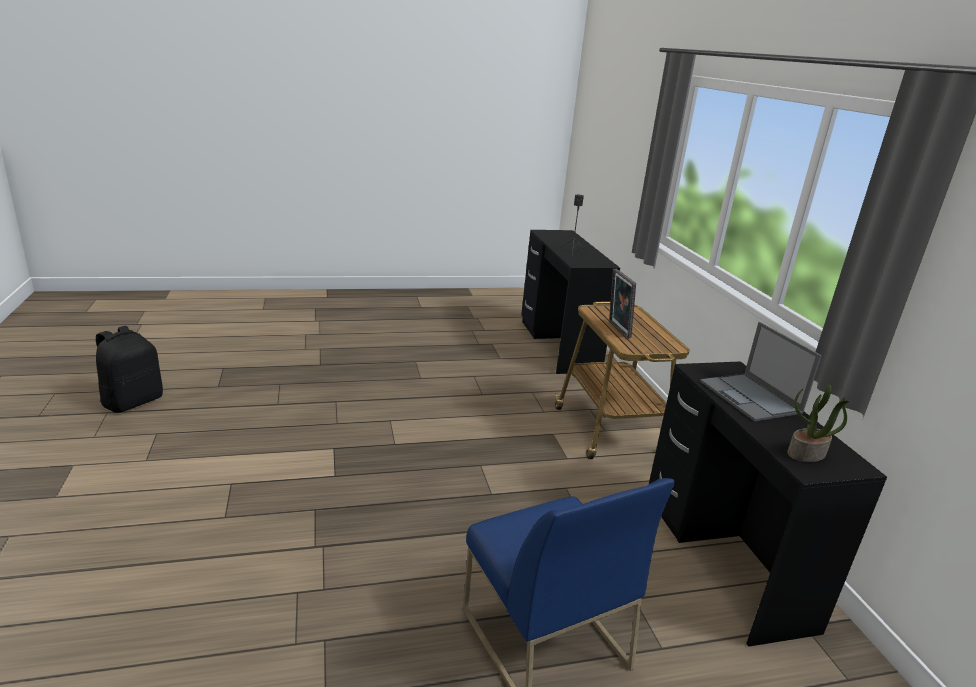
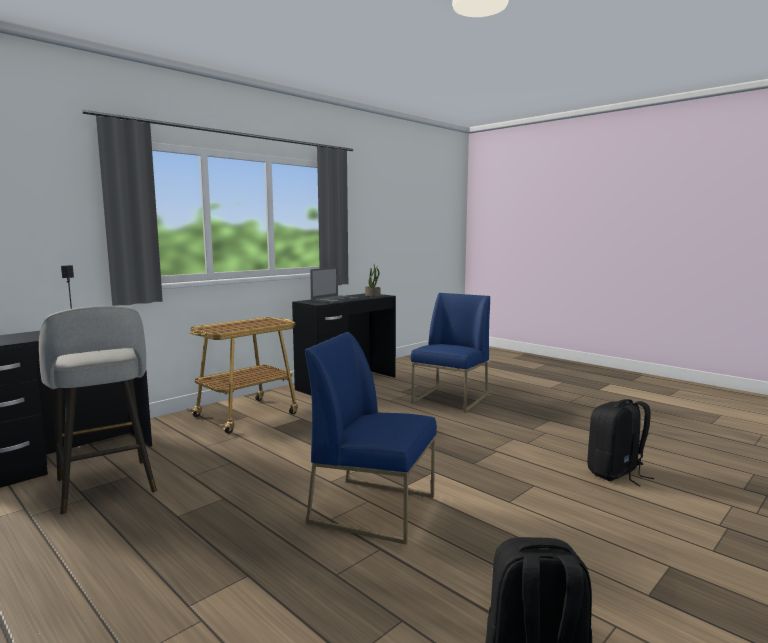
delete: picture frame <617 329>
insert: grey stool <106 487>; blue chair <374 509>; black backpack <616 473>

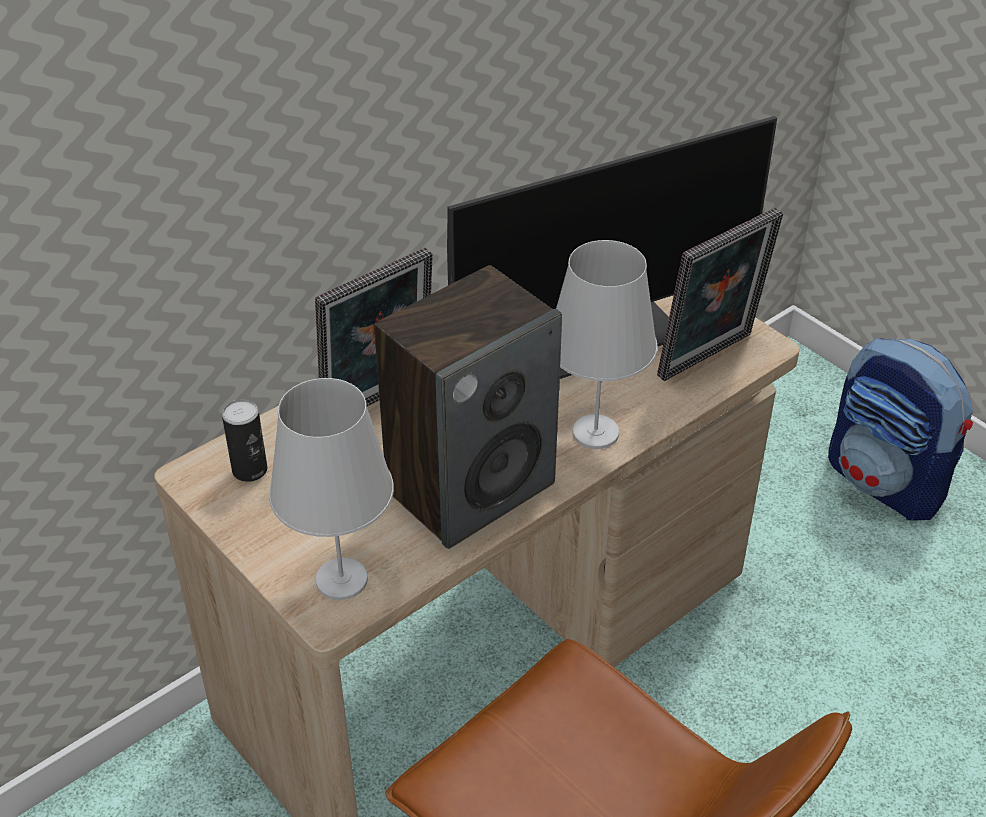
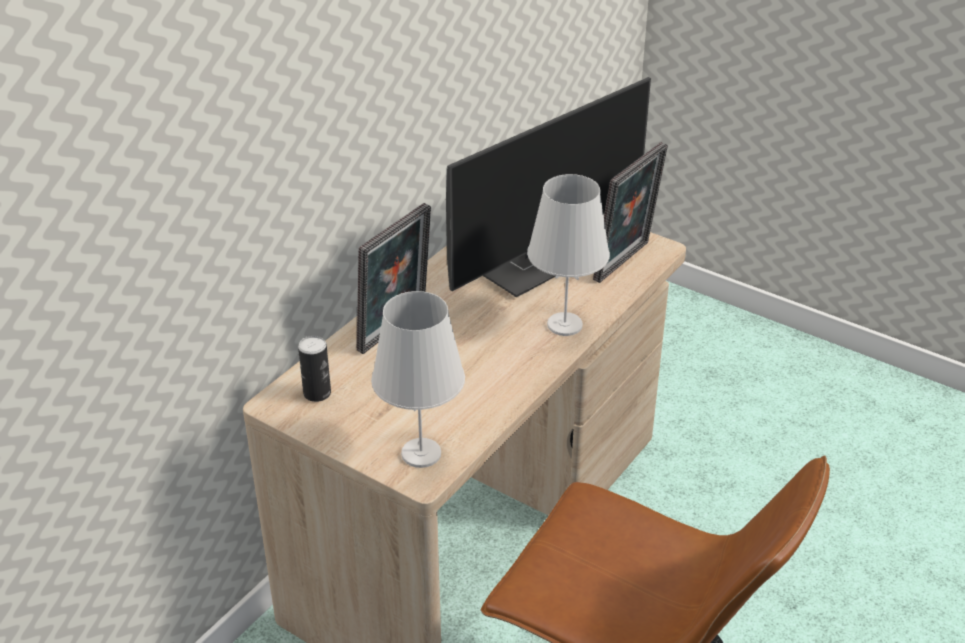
delete: speaker <471 487>; backpack <886 482>

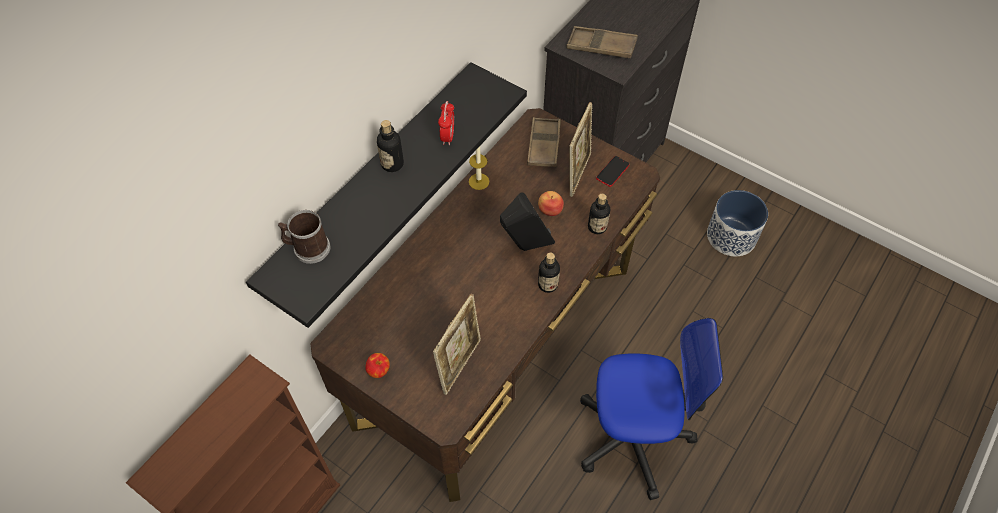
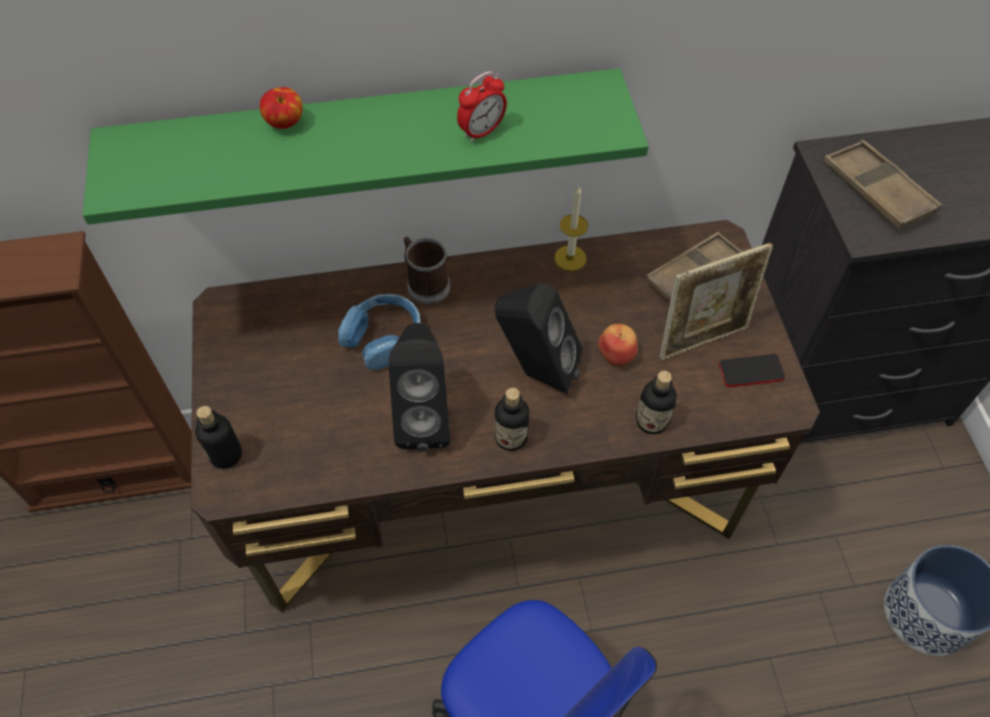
delete: picture frame <460 364>
insert: blue headphones <383 338>; black speaker <424 418>
move: bottle <392 164> to <226 455>; mug <308 248> to <425 283>; apple <379 370> to <285 123>
recolor: black shelf <372 183> to green shelf <368 137>

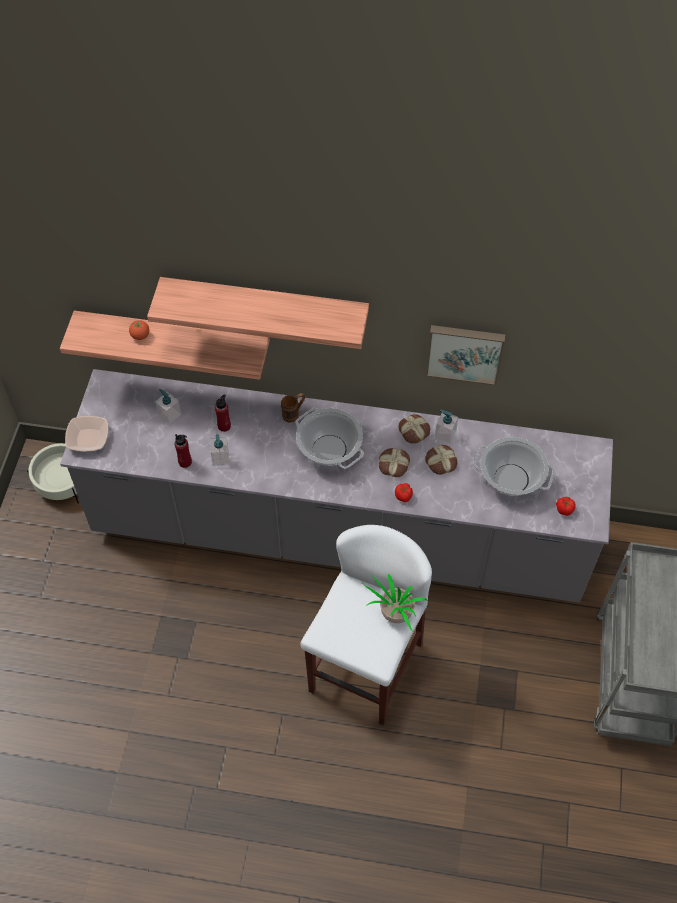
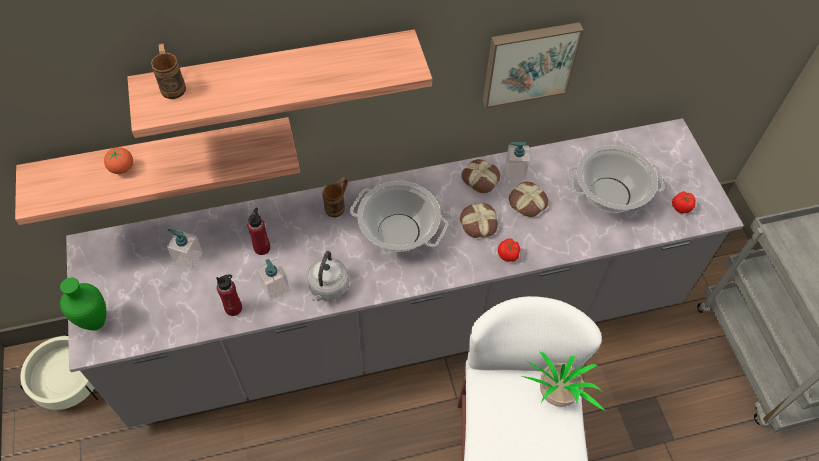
insert: brown mug <173 85>; grey kettle <328 288>
replace: bowl <88 438> to green vase <95 323>

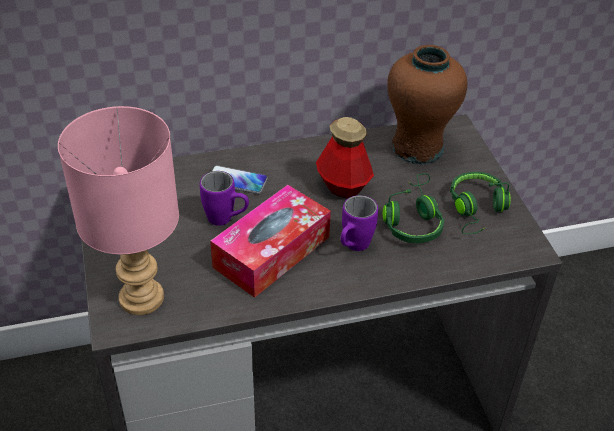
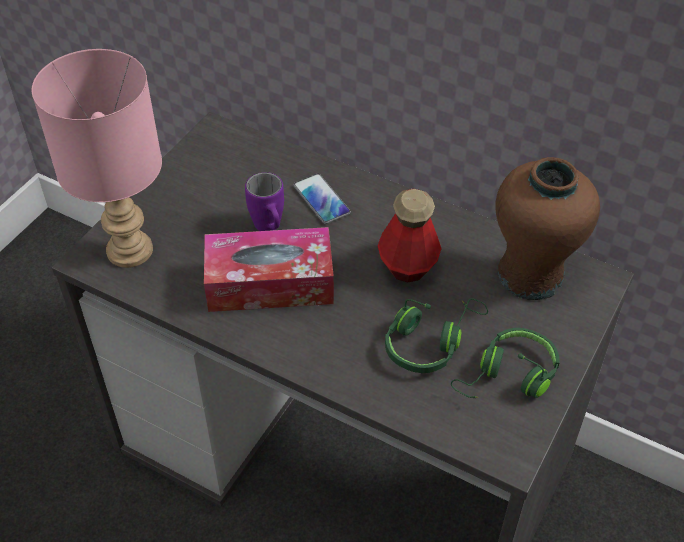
delete: purple mug <353 247>

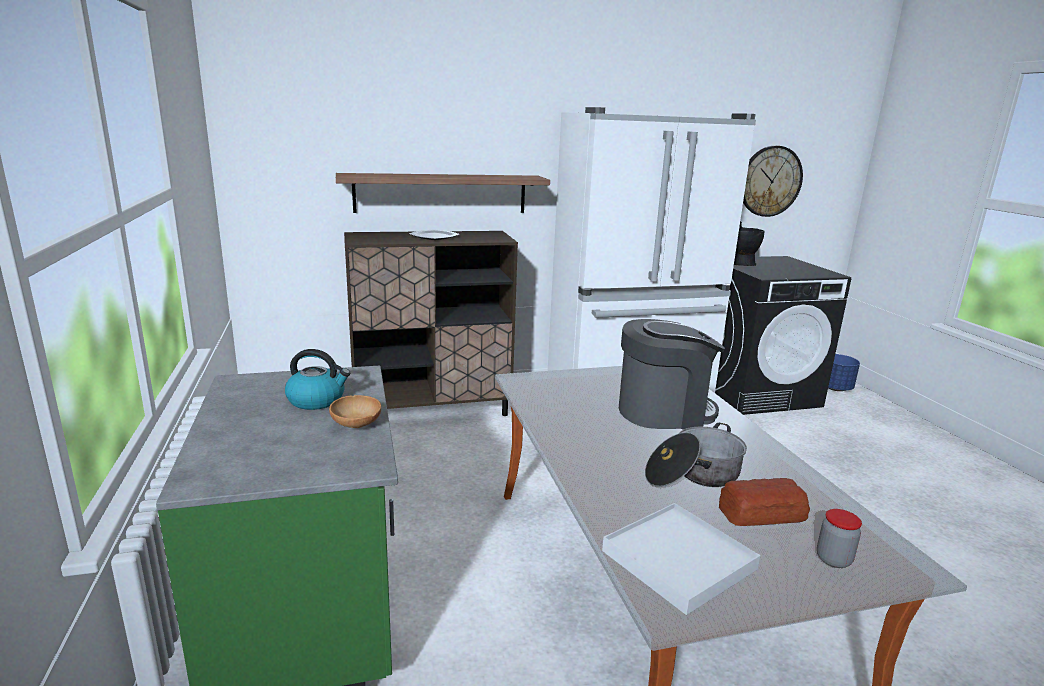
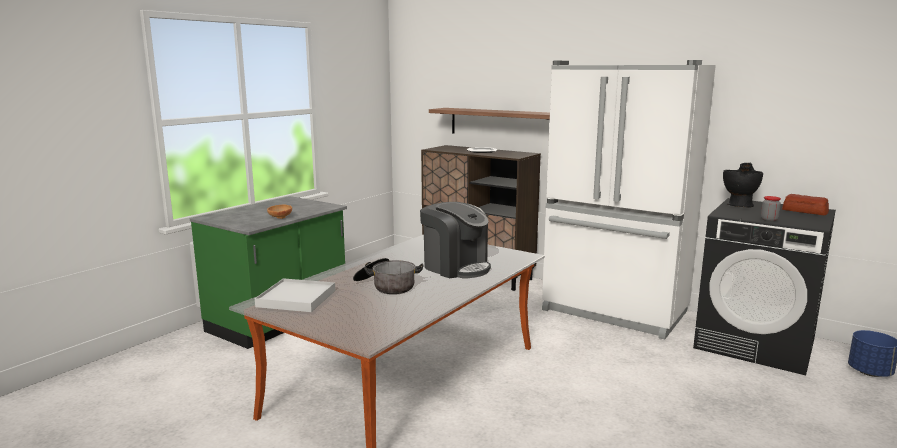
delete: wall clock <770 181>; kettle <317 400>
move: bread <763 513> to <805 211>; jar <833 559> to <769 220>

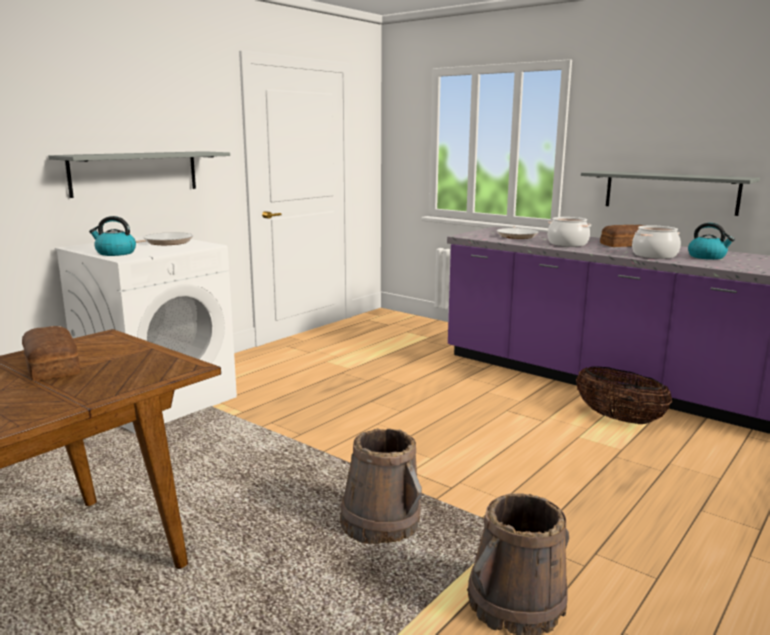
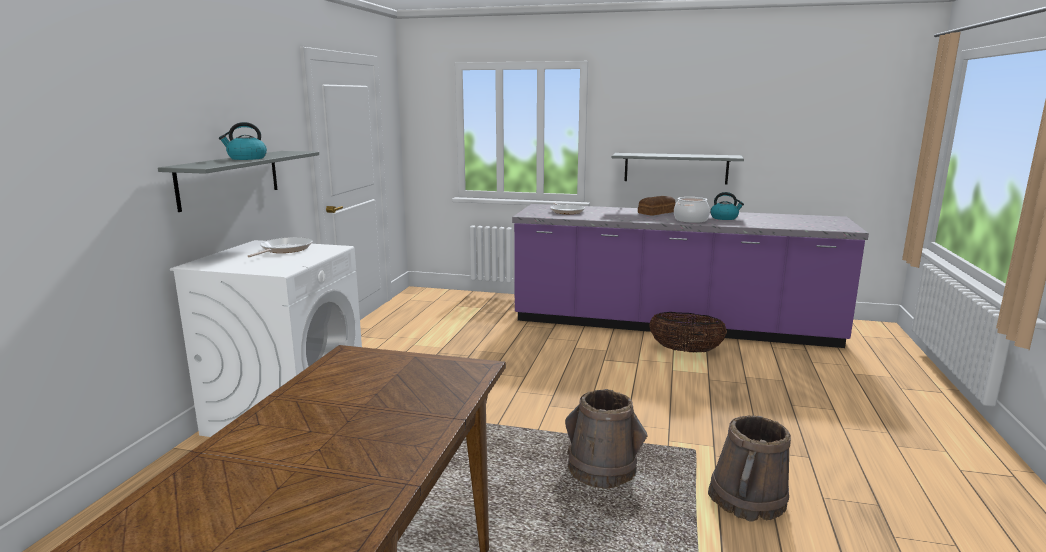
delete: cooking pot <567 244>; bread <50 367>
move: kettle <115 253> to <246 158>

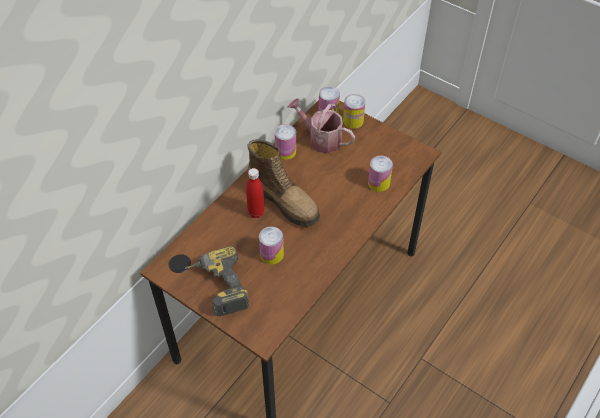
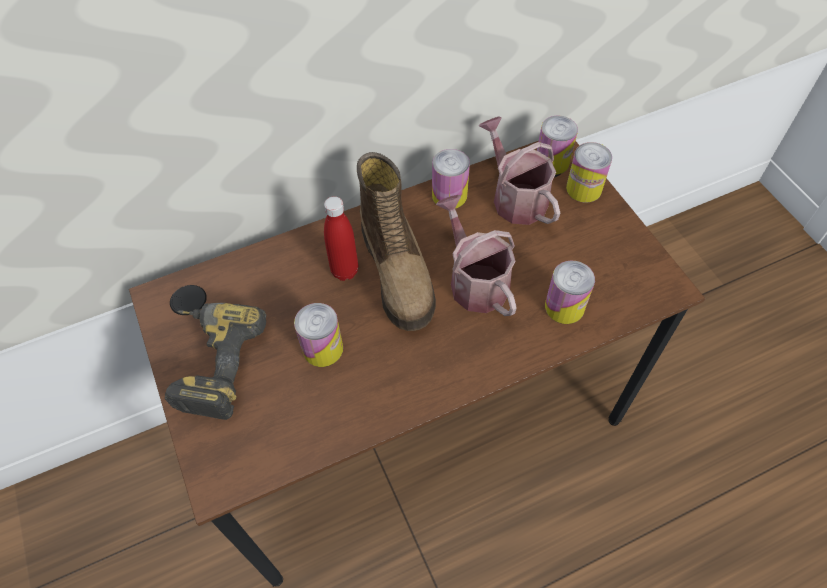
insert: watering can <475 280>

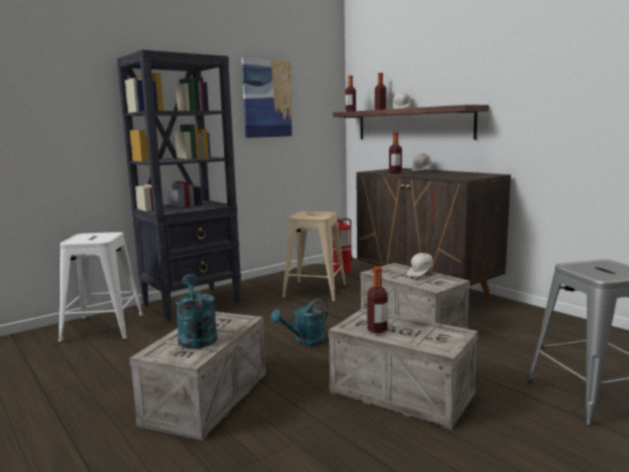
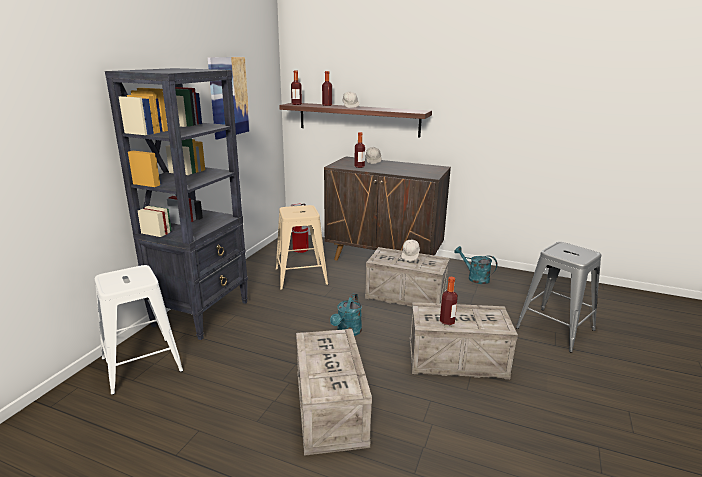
move: turquoise watering can <196 336> to <474 278>

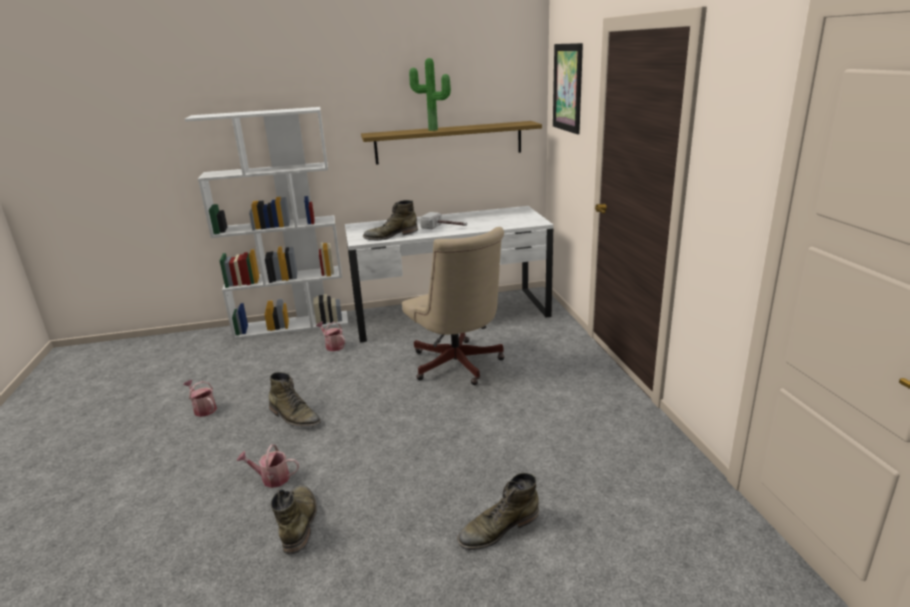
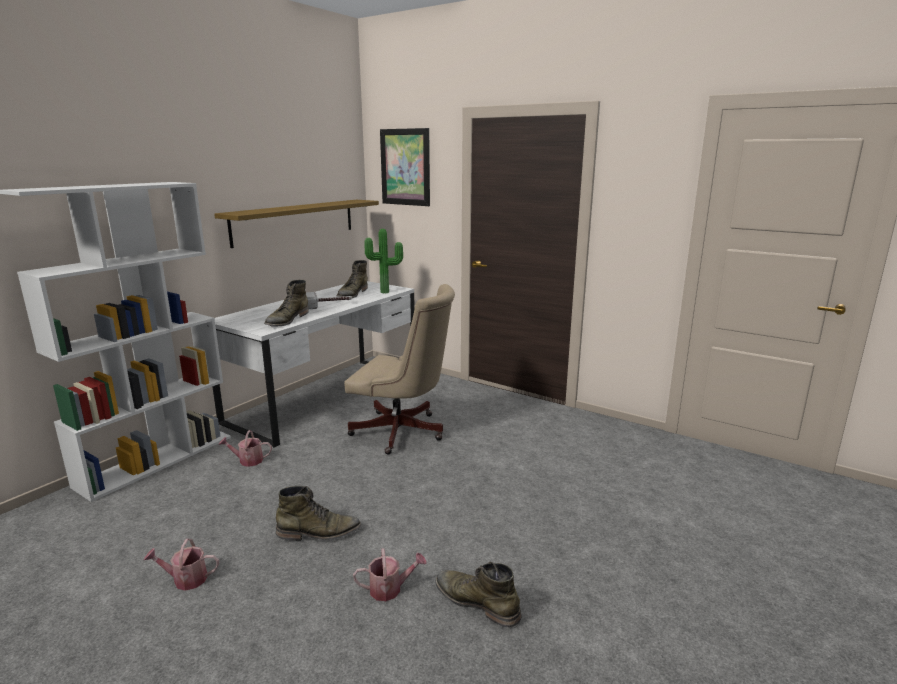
move: potted plant <432 130> to <385 292>; green boot <498 529> to <352 294>
rotate: watering can <271 478> = <390 589> 150 degrees counterclockwise

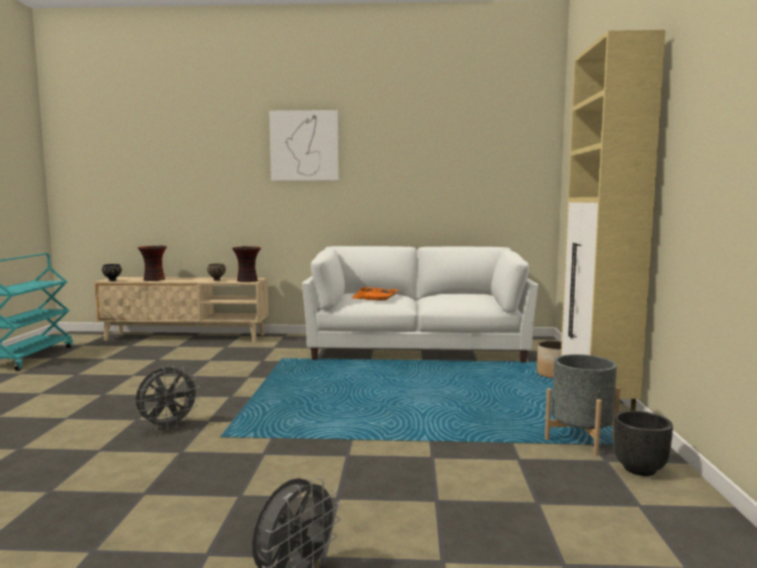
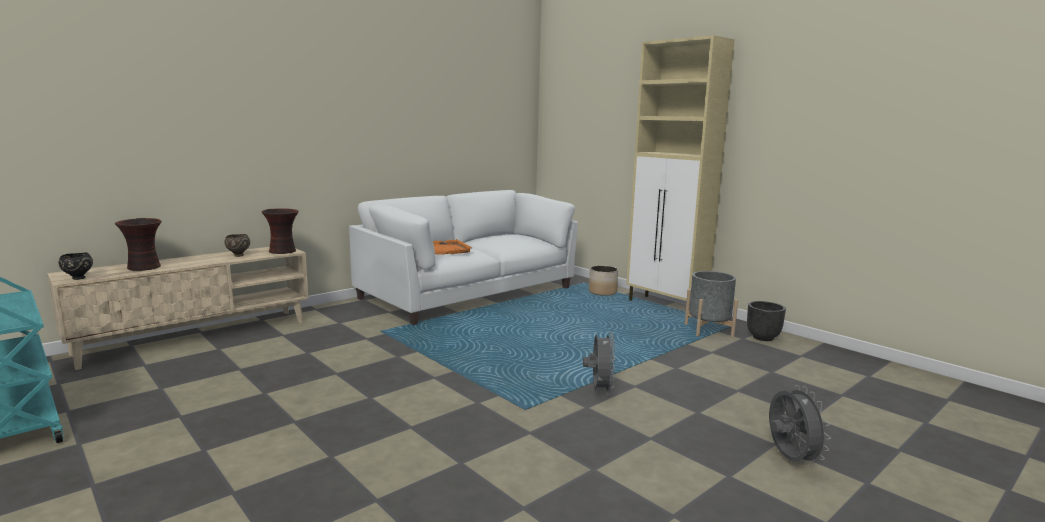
delete: picture <304 146>
move: grey fan <168 426> to <599 391>

